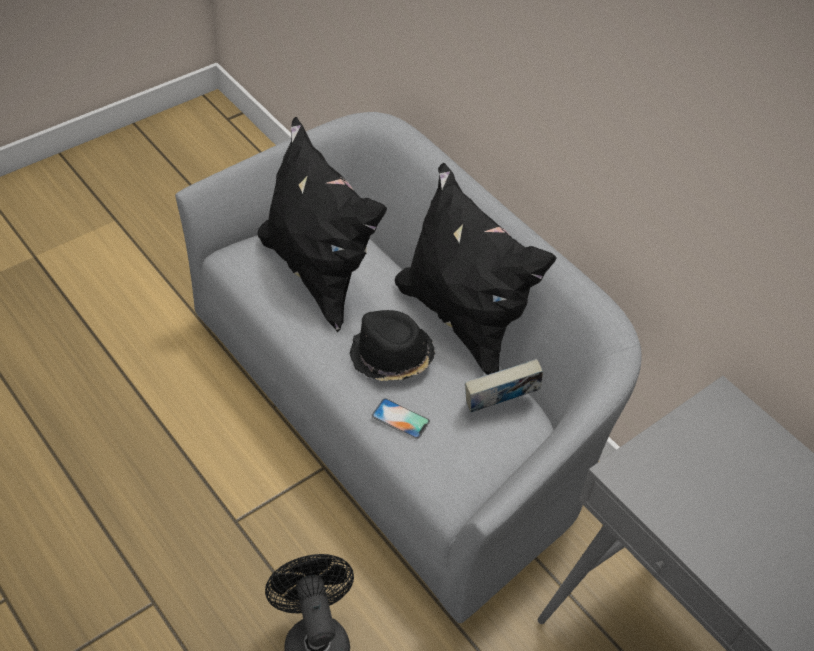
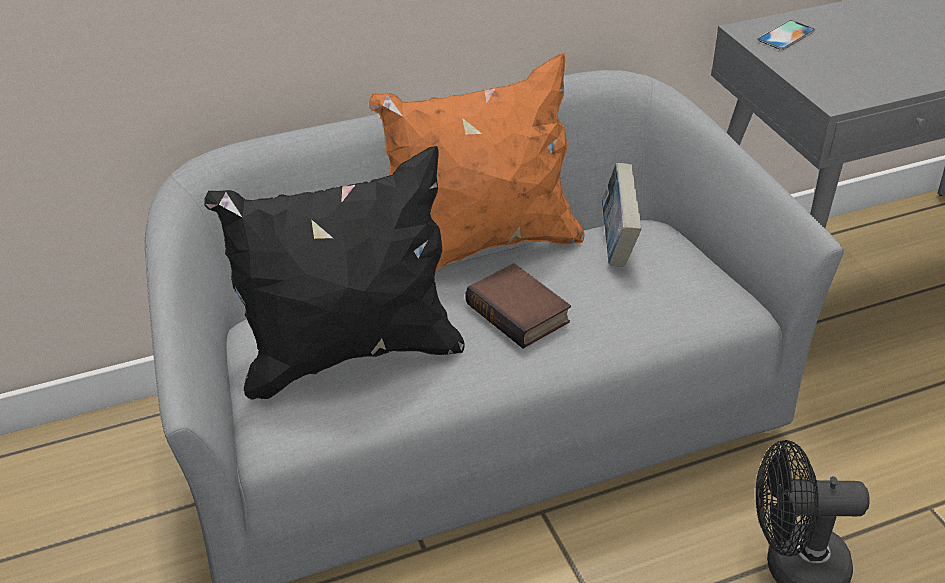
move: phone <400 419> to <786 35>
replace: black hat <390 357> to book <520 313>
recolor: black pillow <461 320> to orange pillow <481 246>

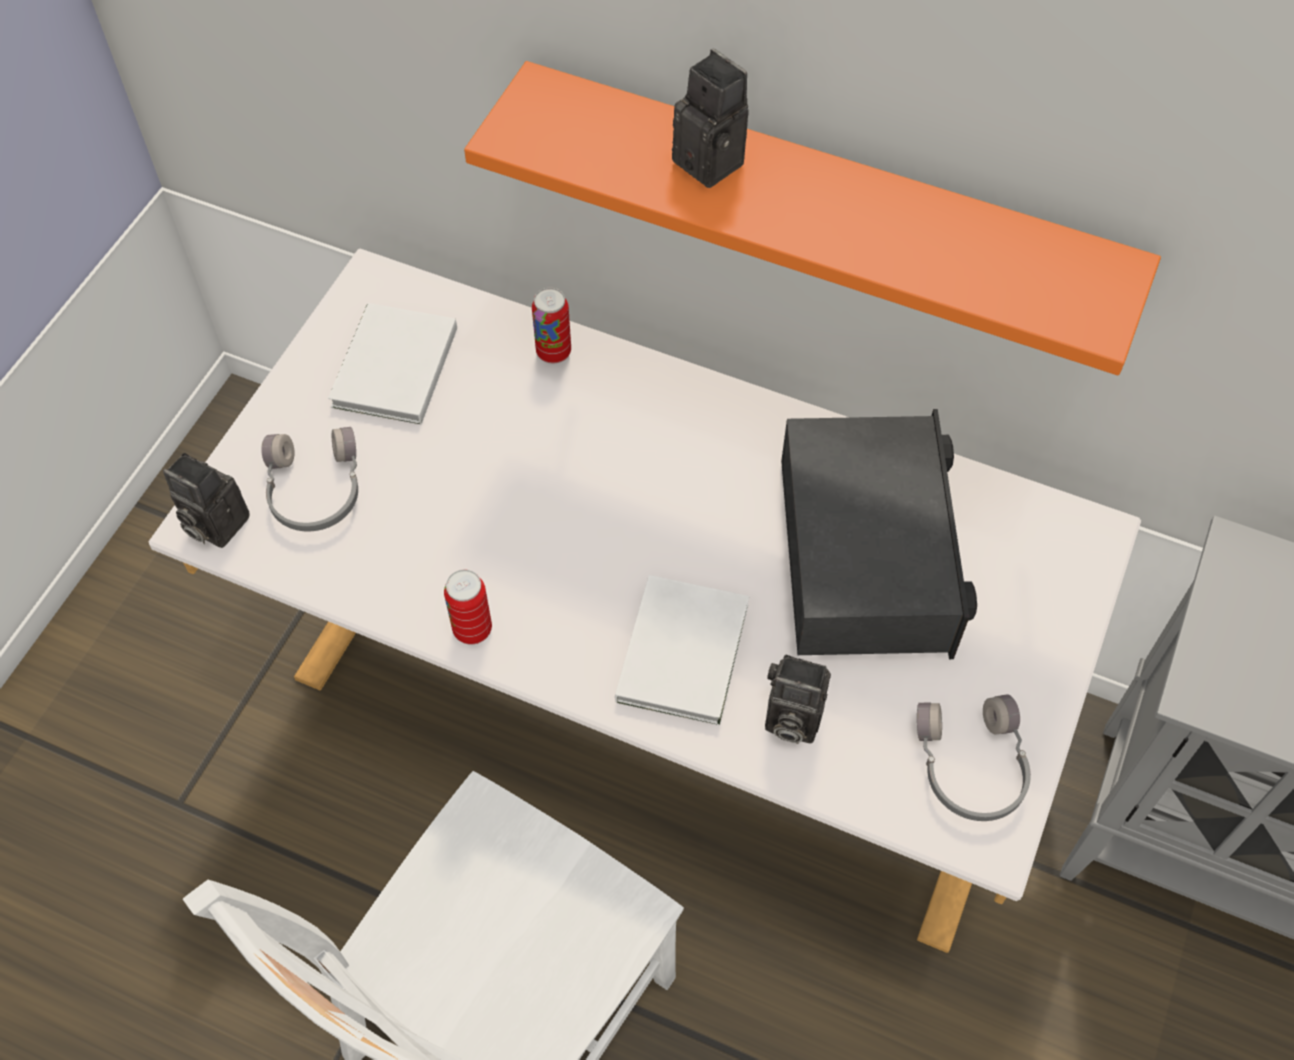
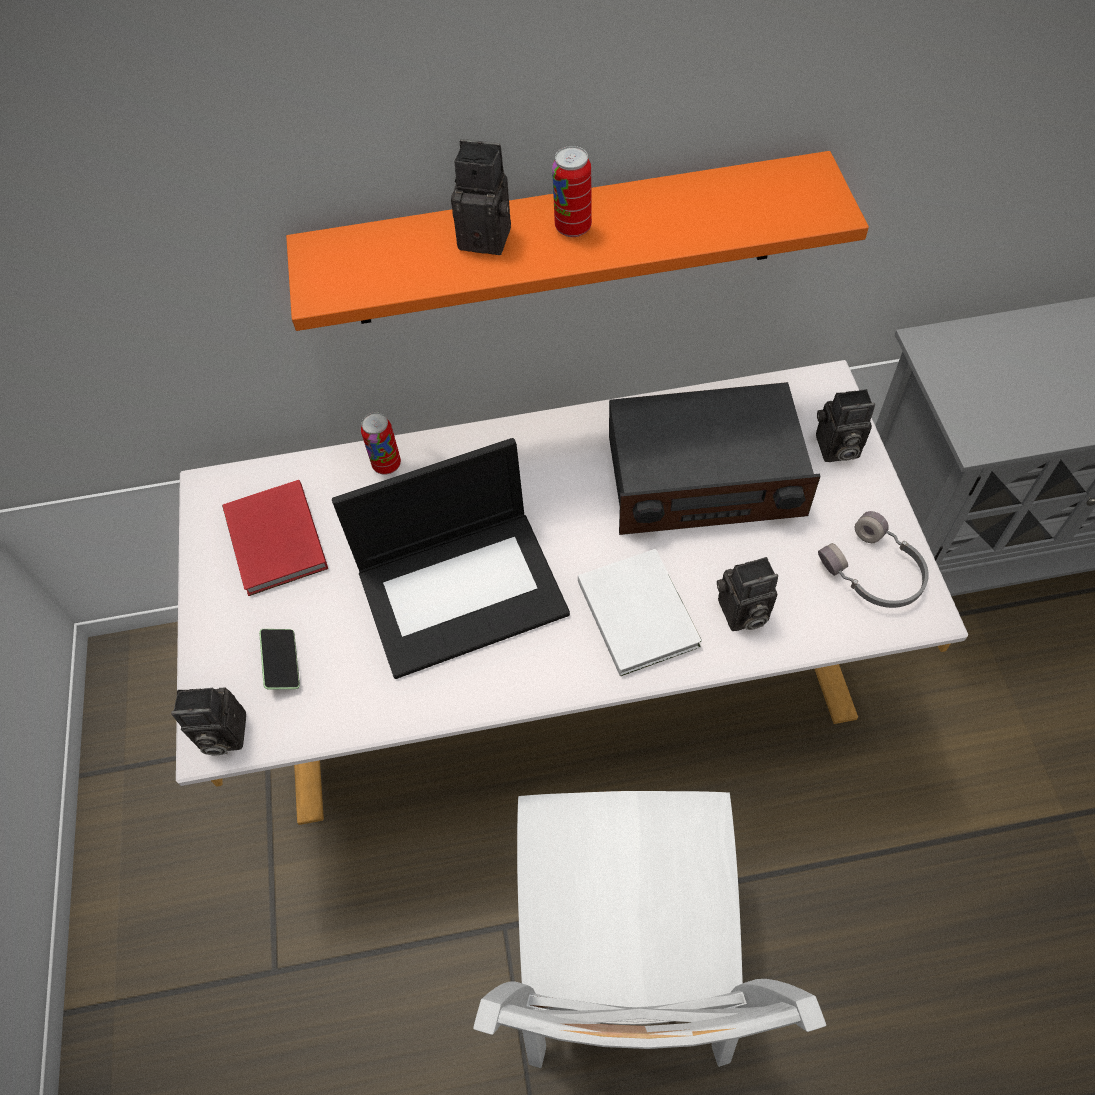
insert: photo camera <835 449>; laptop <463 590>
move: can <472 629> to <573 227>
replace: grey headphones <314 490> to phone <282 663>
recolor: white book <392 370> to red book <275 543>
rotate: radio <866 555> = <703 478> 120 degrees clockwise

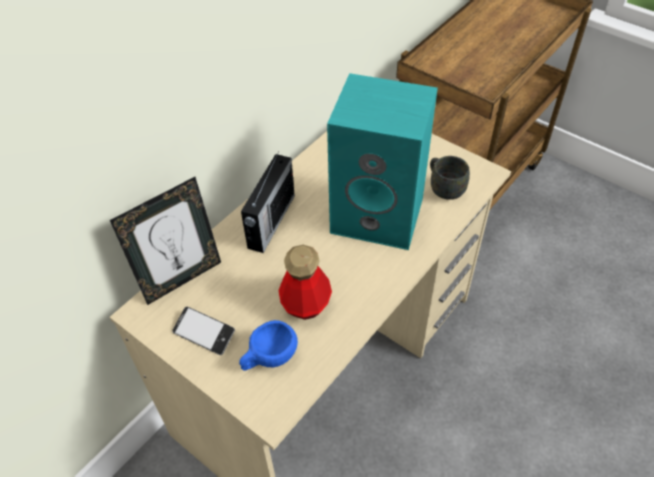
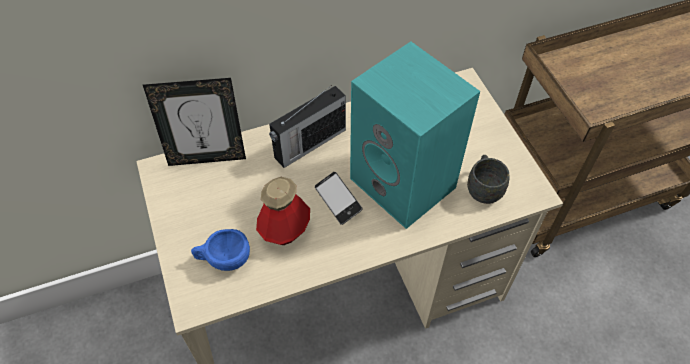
move: phone <204 333> to <338 200>

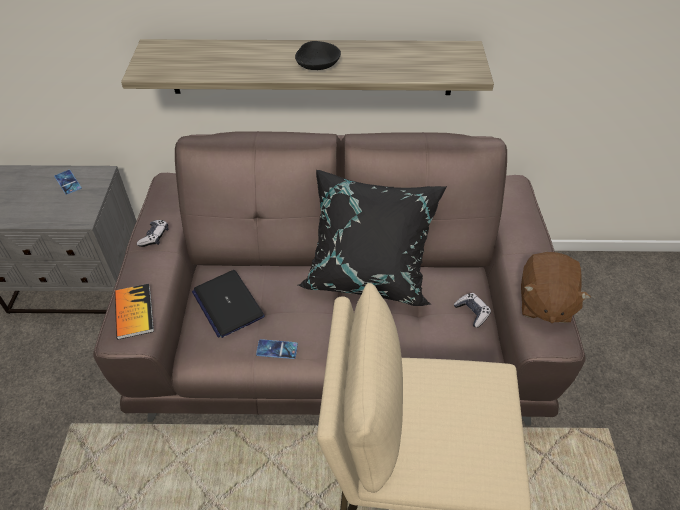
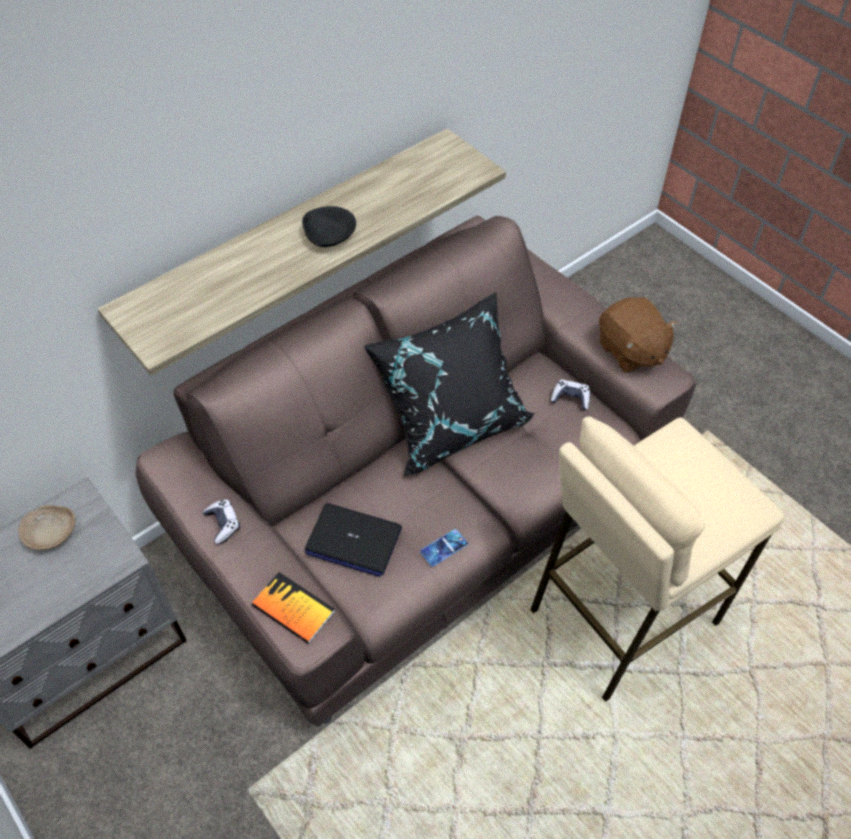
replace: phone <68 182> to beige bowl <51 533>

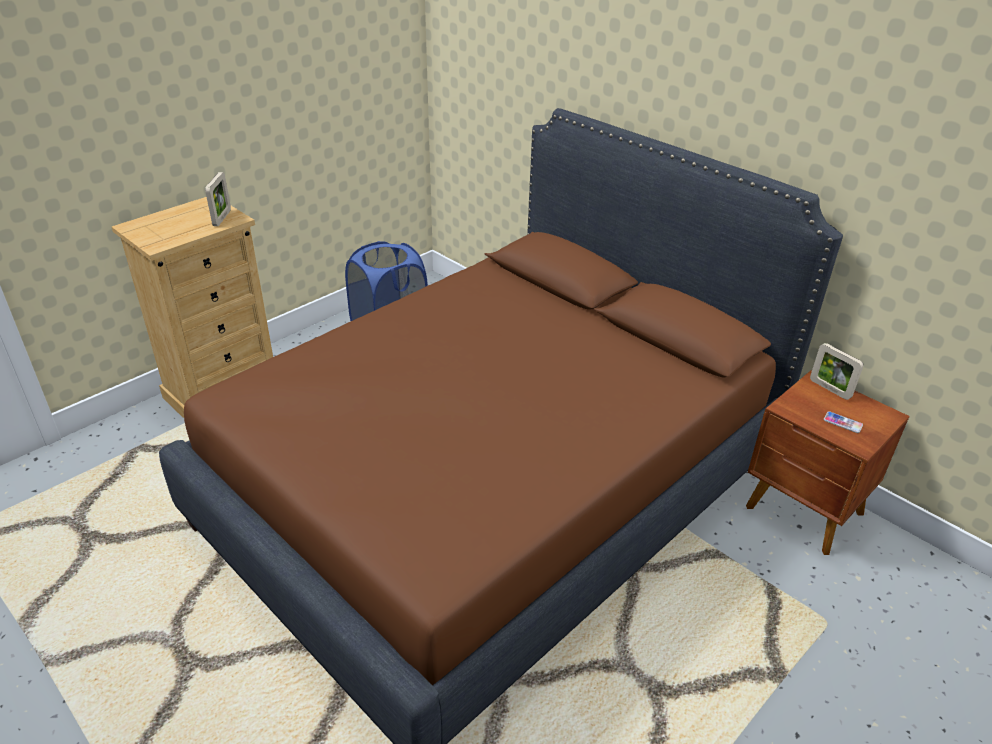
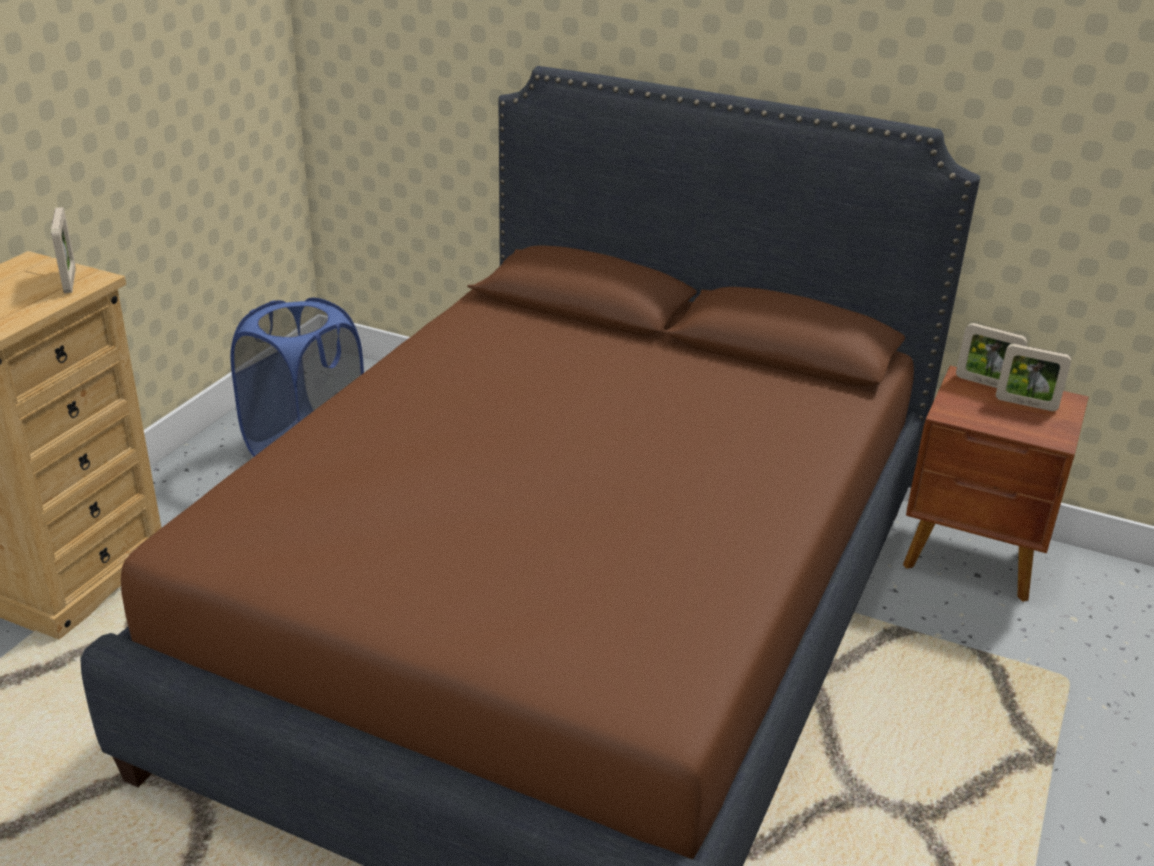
delete: phone <842 423>
insert: picture frame <1026 404>

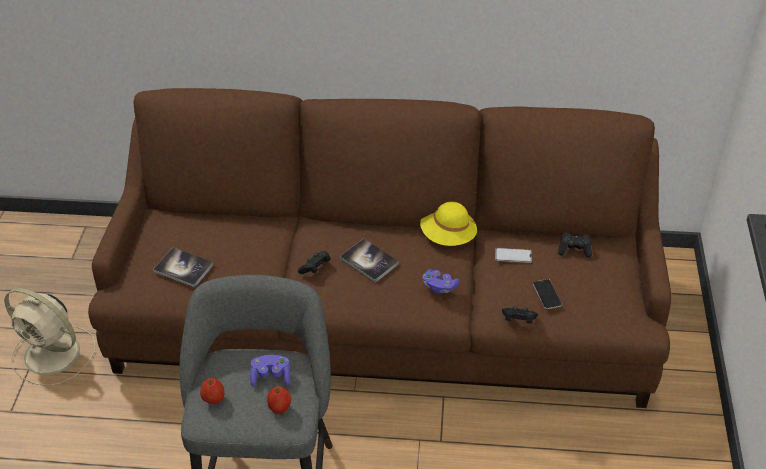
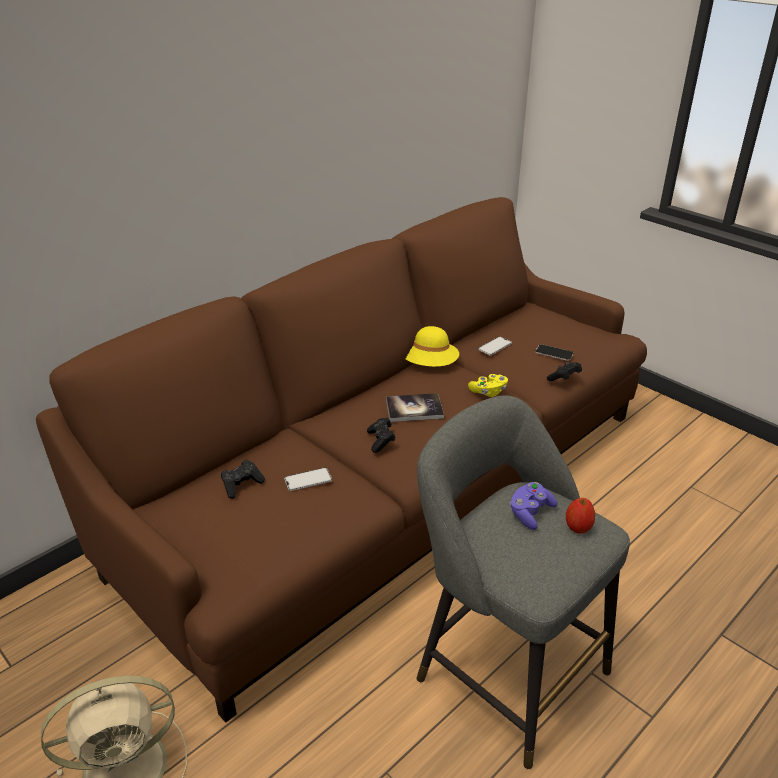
delete: book <183 268>; apple <214 399>
insert: phone <308 479>
move: black game controller <574 250> to <242 485>
recolor: purple game controller <439 287> to yellow game controller <488 392>

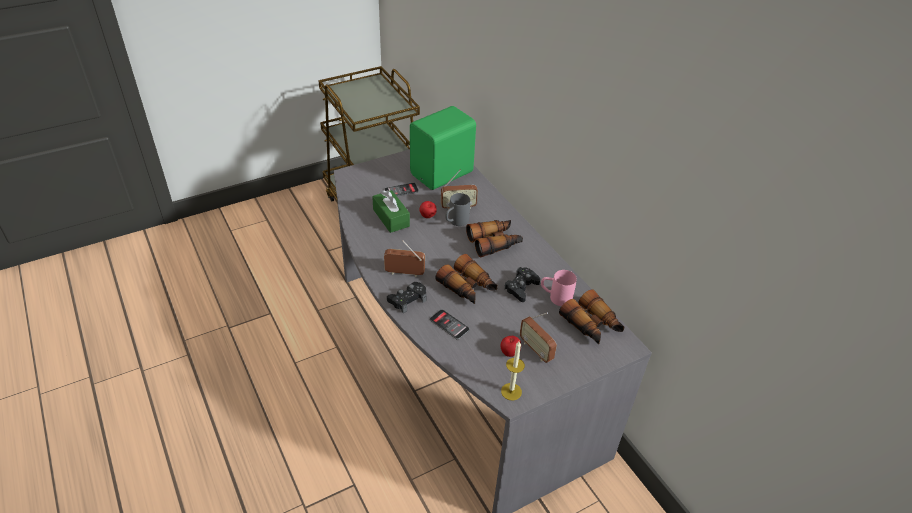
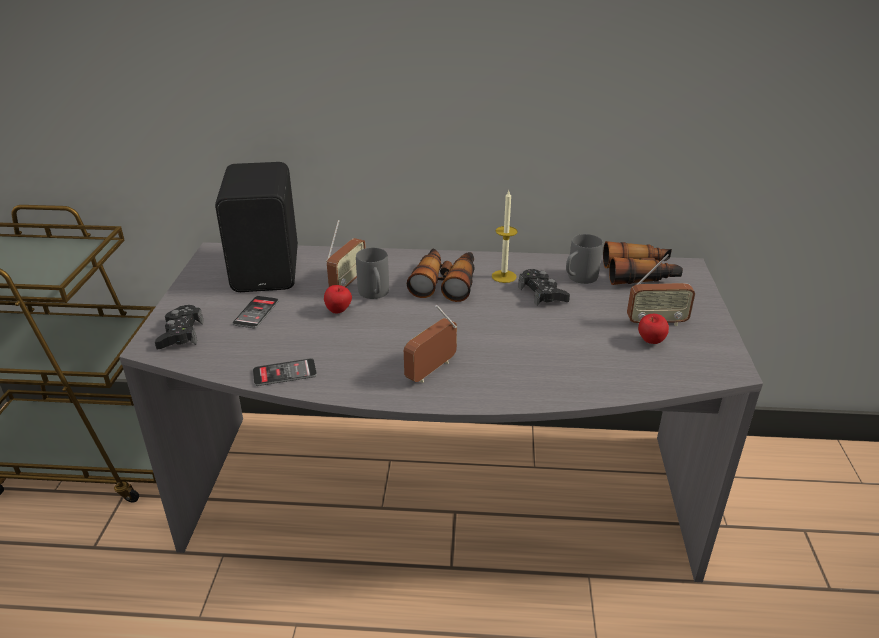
delete: green tissue box <391 218>; binoculars <468 287>
move: black game controller <407 299> to <180 334>; phone <449 324> to <284 373>; candle <511 391> to <504 276>
recolor: green speaker <443 174> to black speaker <269 270>; pink mug <555 297> to grey mug <578 279>

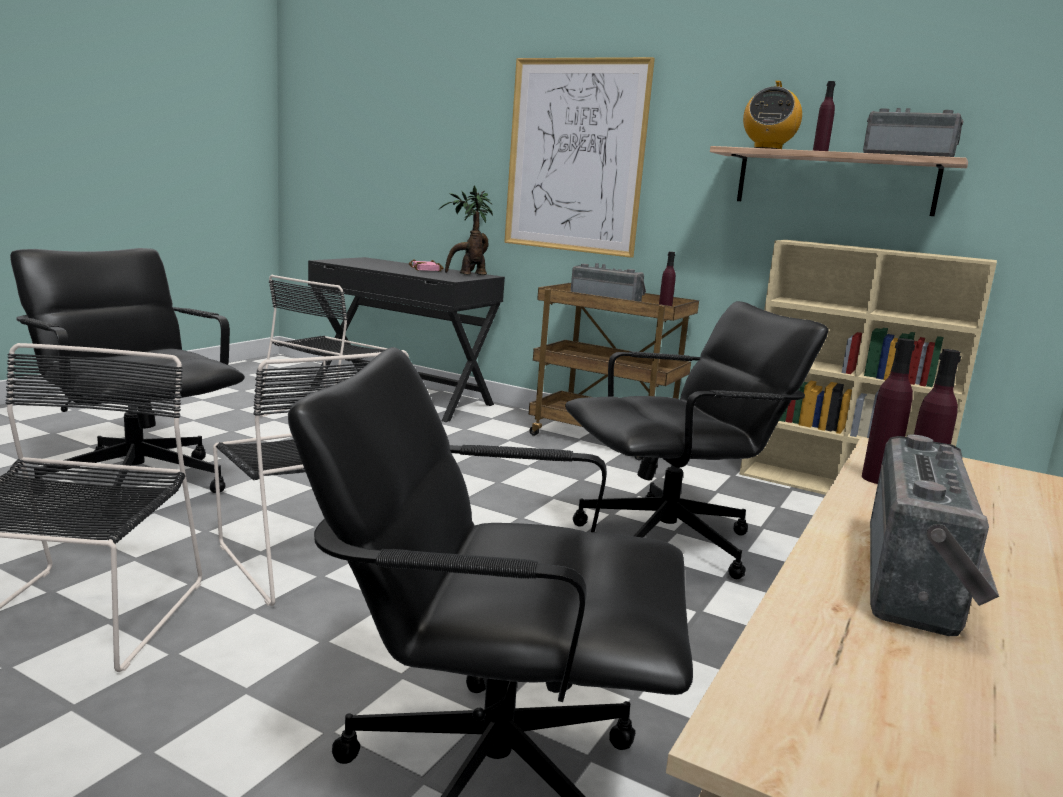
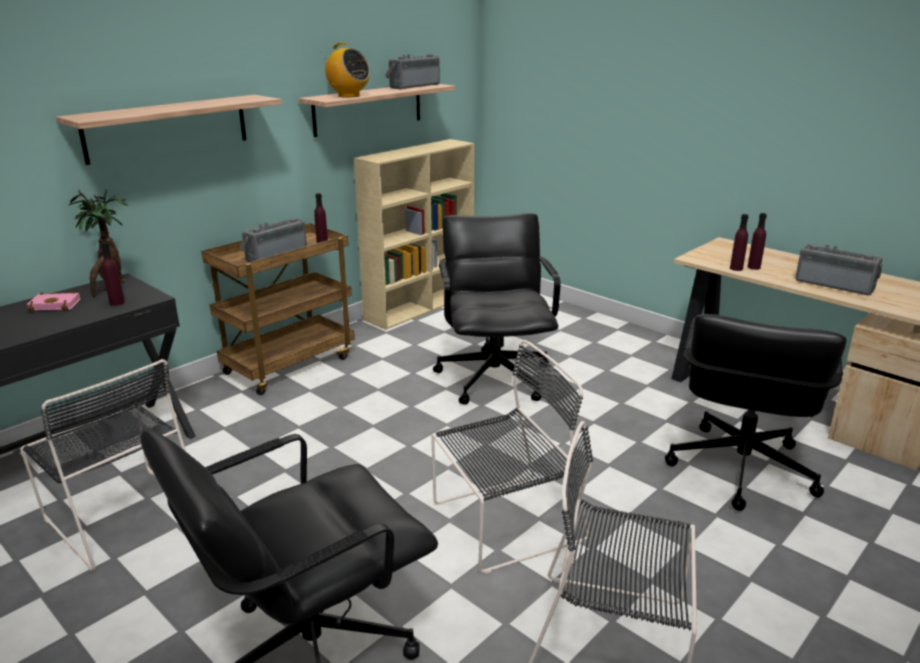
move: purple bottle <820 152> to <117 303>
replace: picture <575 157> to shelf <167 128>

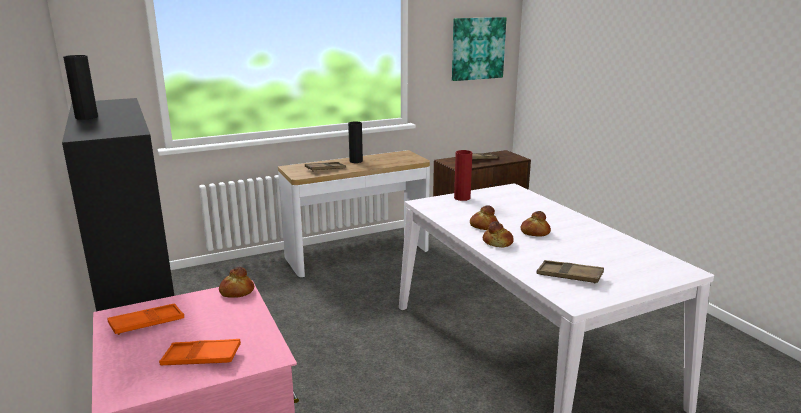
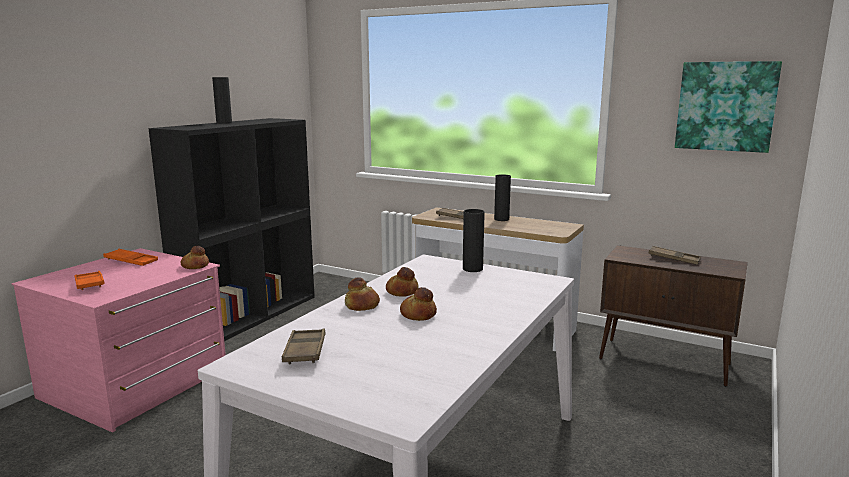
recolor: red vase <462 198> to black vase <472 269>

